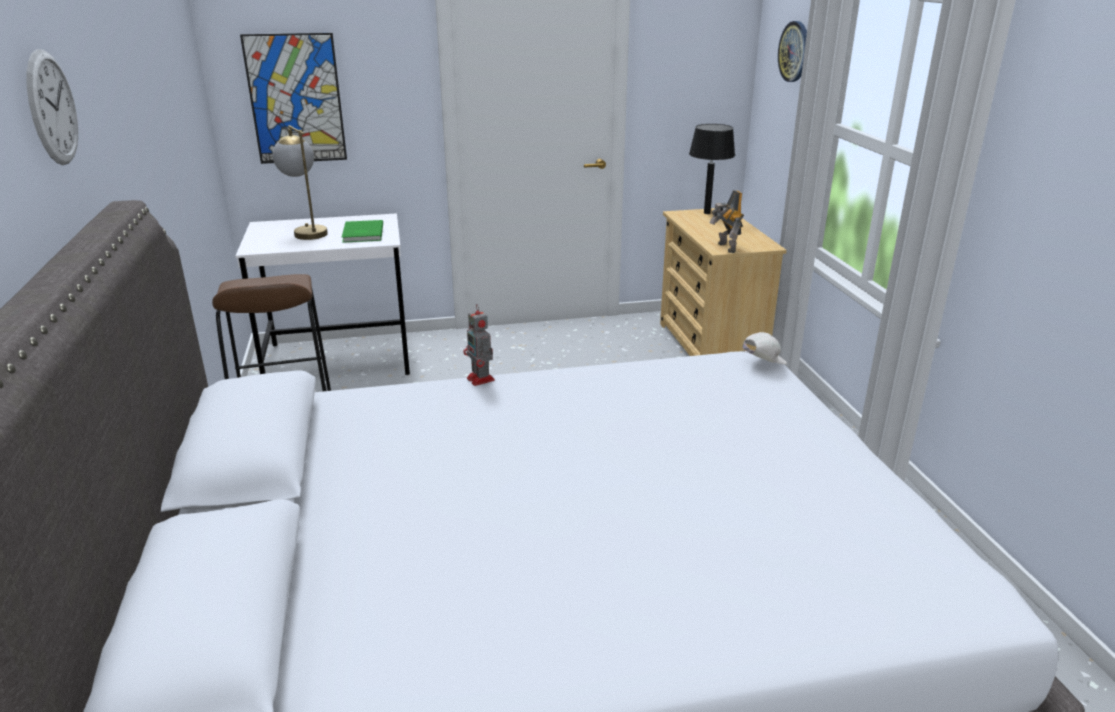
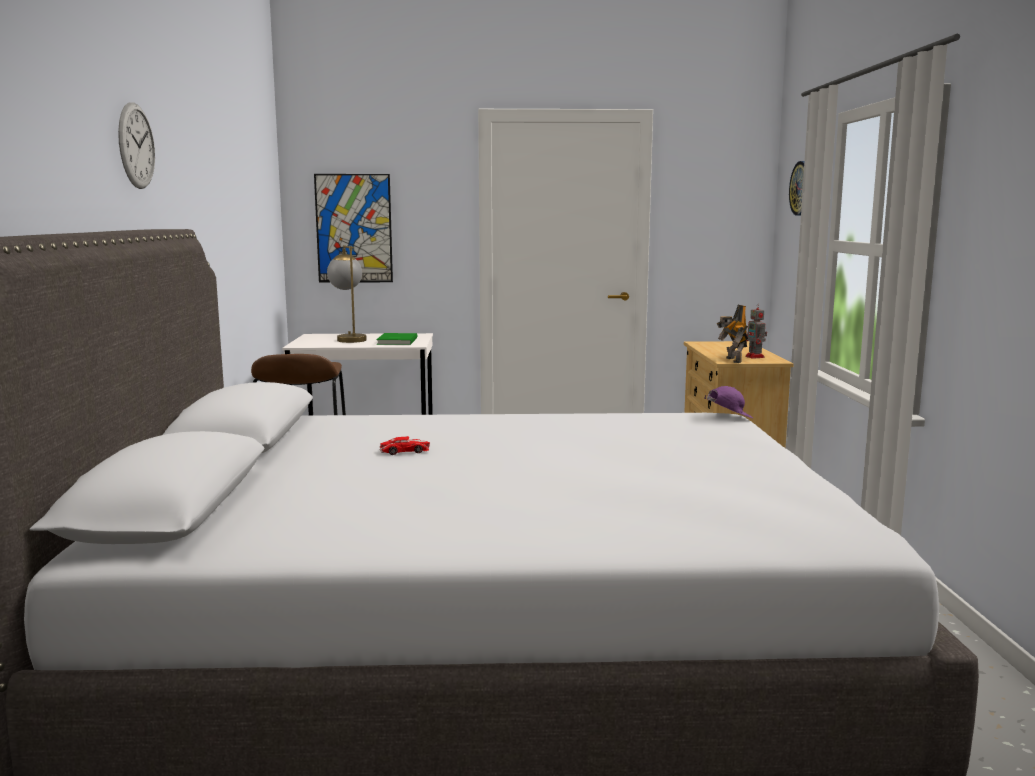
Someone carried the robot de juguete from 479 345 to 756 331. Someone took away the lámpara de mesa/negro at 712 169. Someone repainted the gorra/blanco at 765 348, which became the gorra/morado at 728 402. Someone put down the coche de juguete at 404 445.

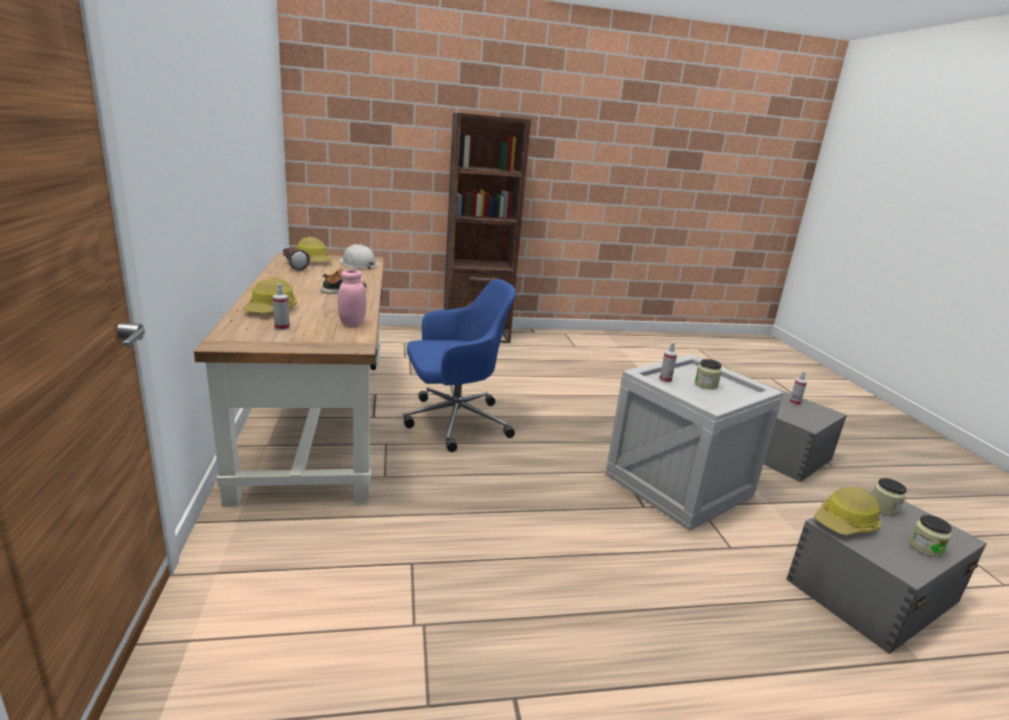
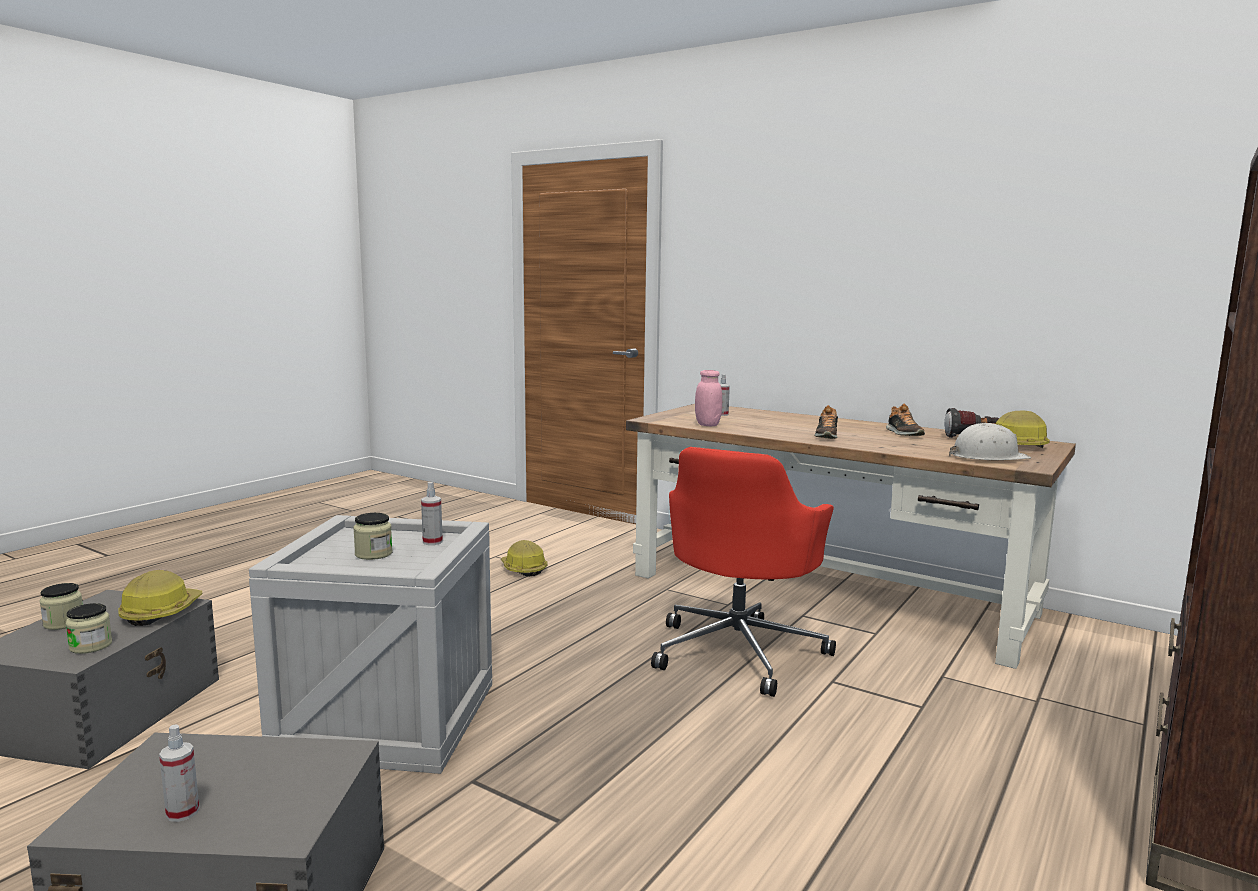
Someone carried the casco from 270 295 to 524 558. Someone repainted the silla de oficina/azul at 459 365, which became the silla de oficina/rojo at 743 572. Someone put down the zapato at 905 420.

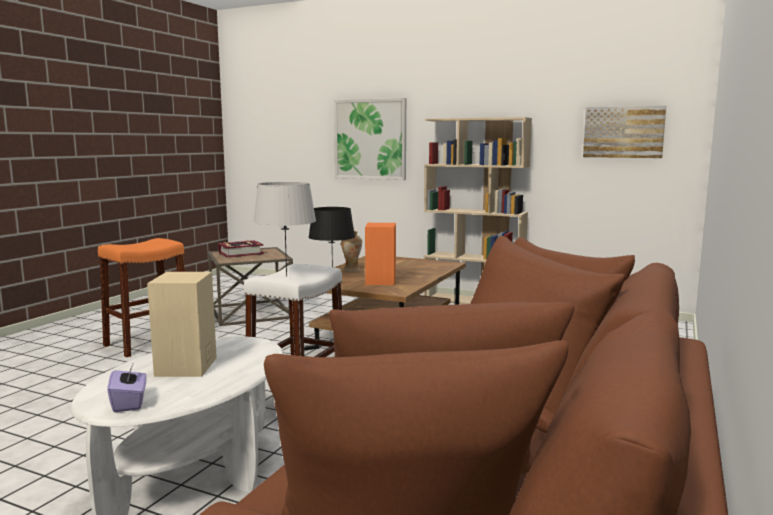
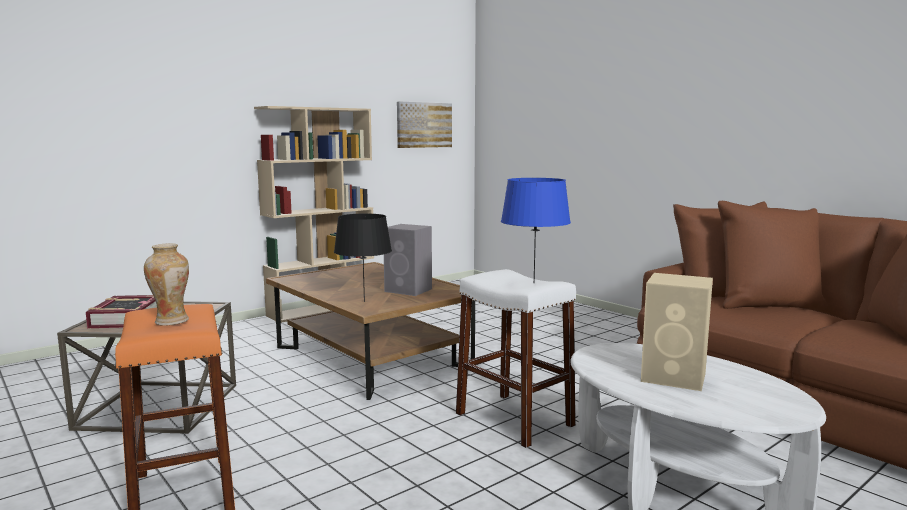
Someone took away the caja de pañuelos/morado at 127 387. Someone repainted the lámpara de mesa/gris at 284 229, which became the lámpara de mesa/azul at 536 230. Someone took away the cuadro at 370 139. Someone carried the florero from 351 250 to 166 284. Someone repainted the altavoz/naranja at 380 254, which became the altavoz/gris at 408 260.

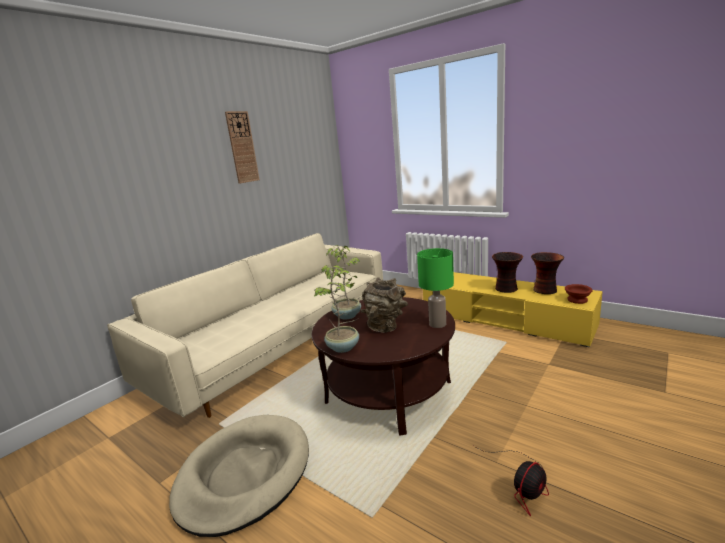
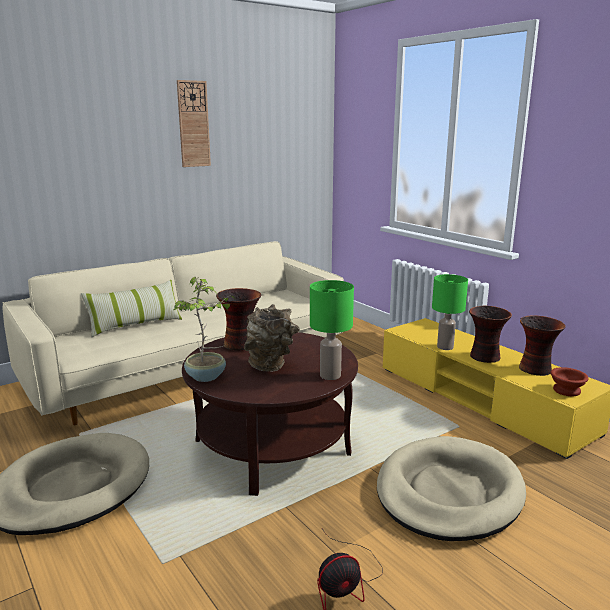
Someone swapped the planta en maceta at 341 282 for the florero at 238 319. Someone put down the cojín at 131 308. Someone put down the cama para perro/beis at 451 488. Someone put down the lámpara de mesa/verde at 450 312.

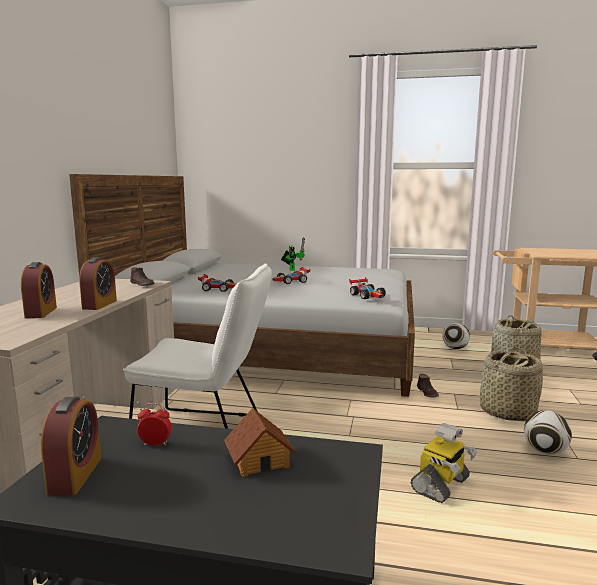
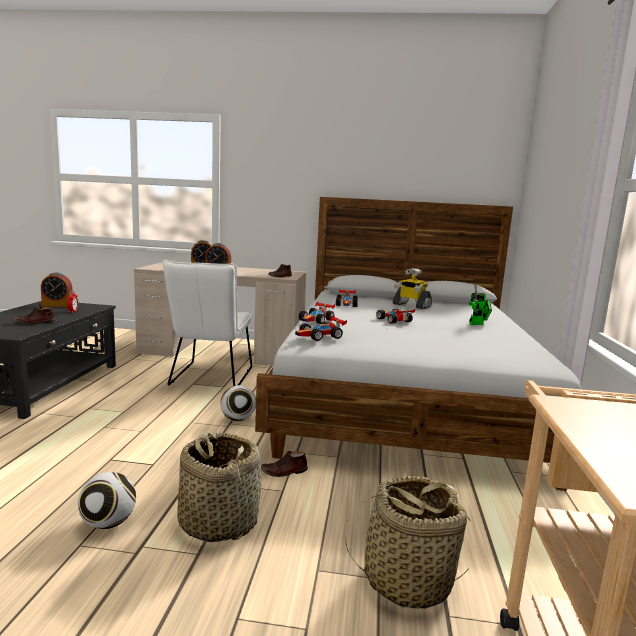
Someone swapped the casita at 260 442 for the zapato/marrón at 34 315. Someone carried the robot de juguete from 444 463 to 412 288. Someone carried the balón de fútbol from 456 336 to 238 403. Someone put down the coche de juguete at 317 313.

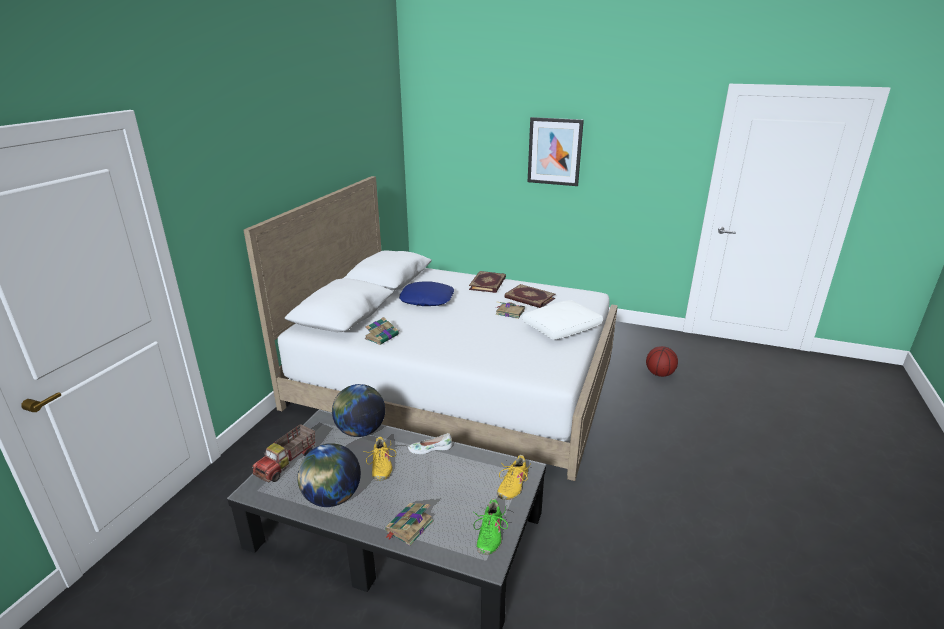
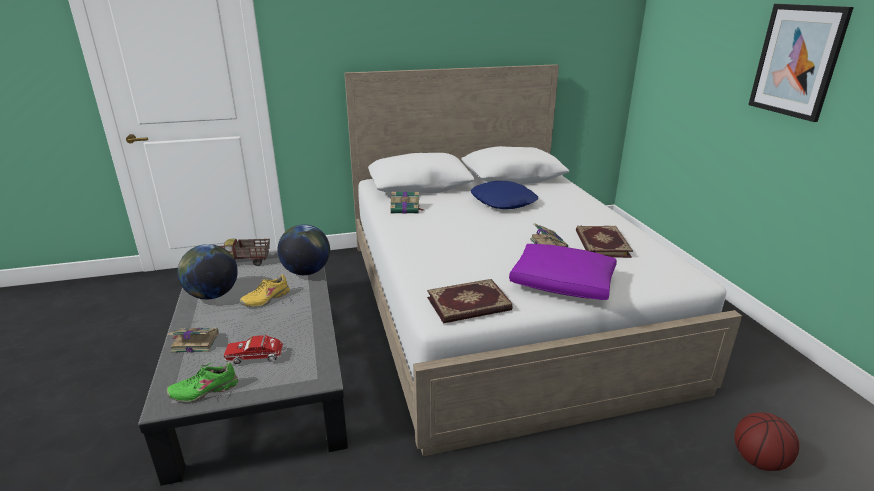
Someone took away the zapato/blanco at 430 443. Someone carried the libro from 487 282 to 470 301. Someone took away the zapato/amarillo at 513 477. Someone repainted the cojín/blanco at 562 320, which became the cojín/morado at 563 272. Someone put down the camión de juguete at 256 349.

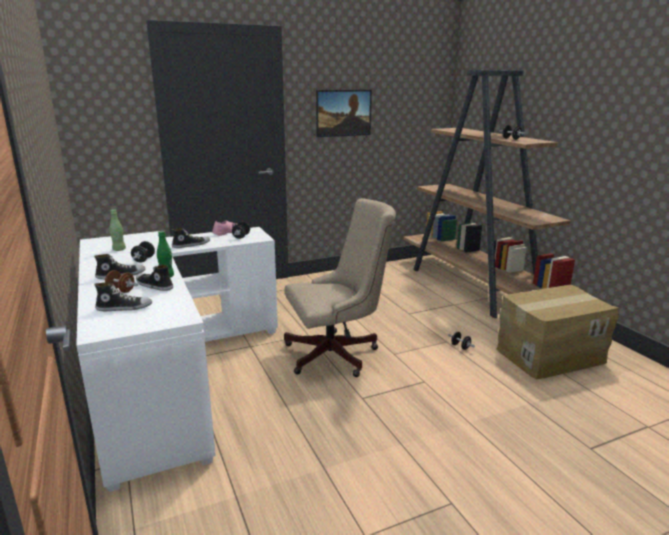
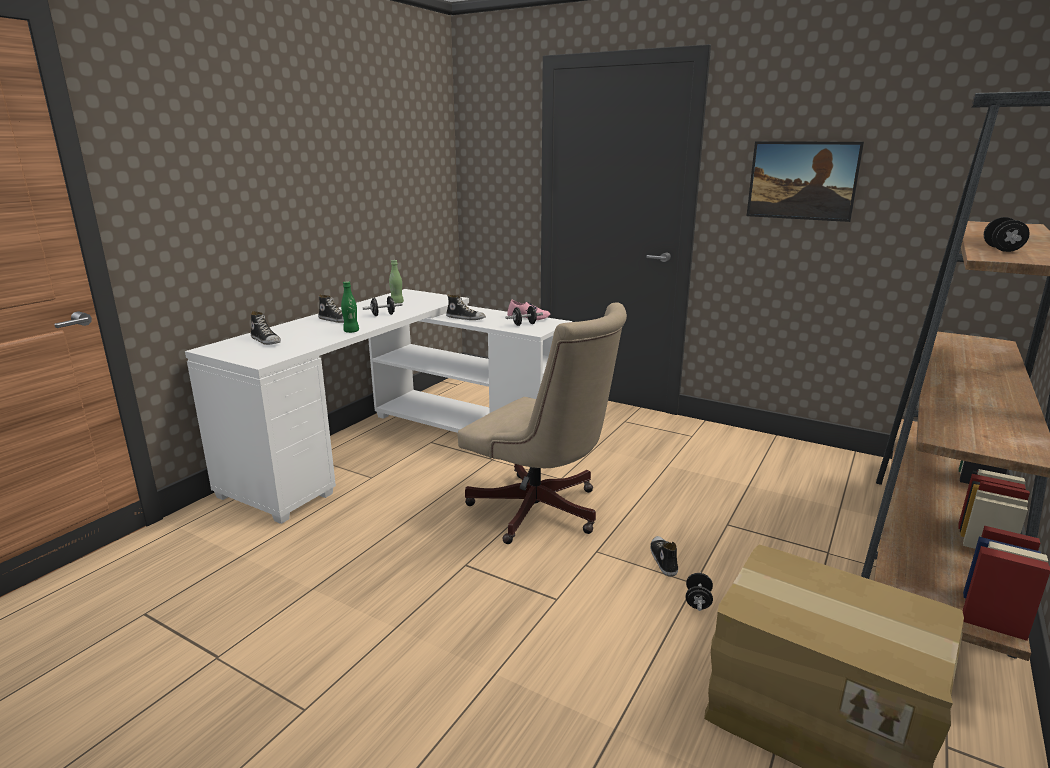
Someone took away the mancuerna/marrón at 120 281. Someone carried the zapato from 154 277 to 664 556.

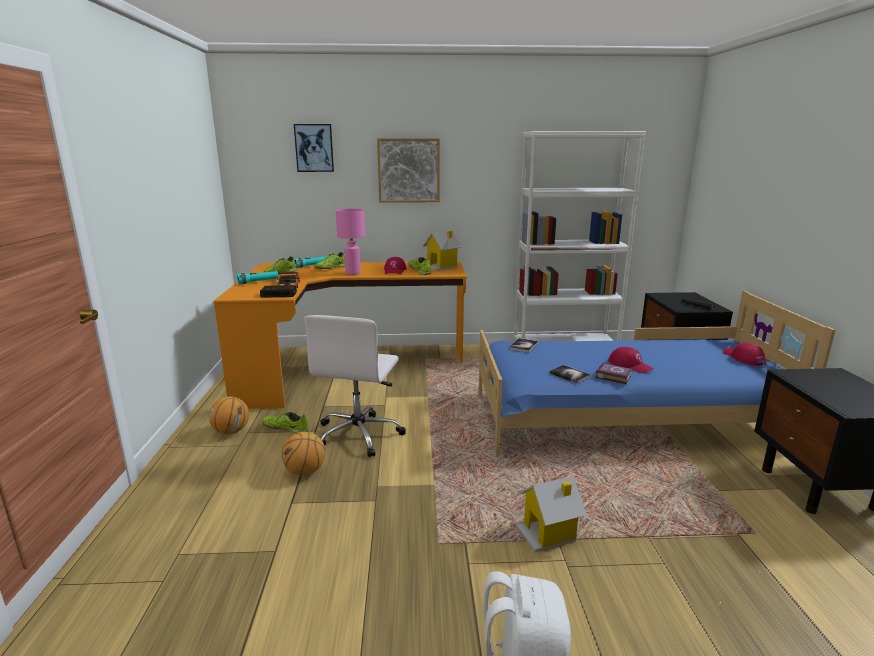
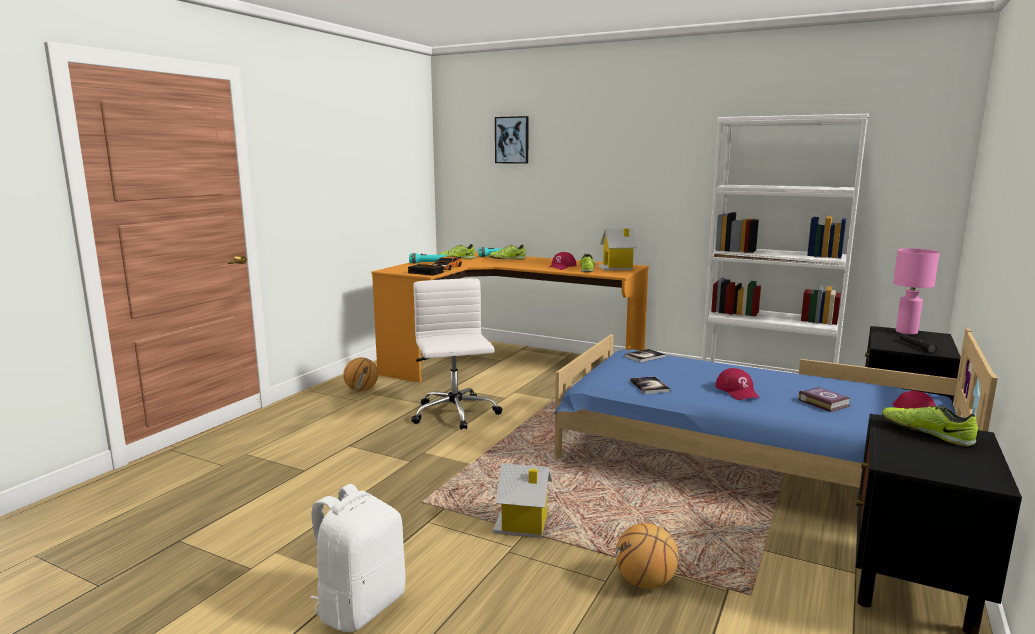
Someone carried the zapato from 285 422 to 930 426. Someone carried the balón de baloncesto from 303 453 to 647 556. Someone rotated the silla de oficina/blanco at 355 386 by 120 degrees clockwise. Someone carried the lámpara de mesa/rosa from 350 242 to 916 291. Someone took away the cuadro at 408 170. Someone carried the libro from 613 373 to 824 399.

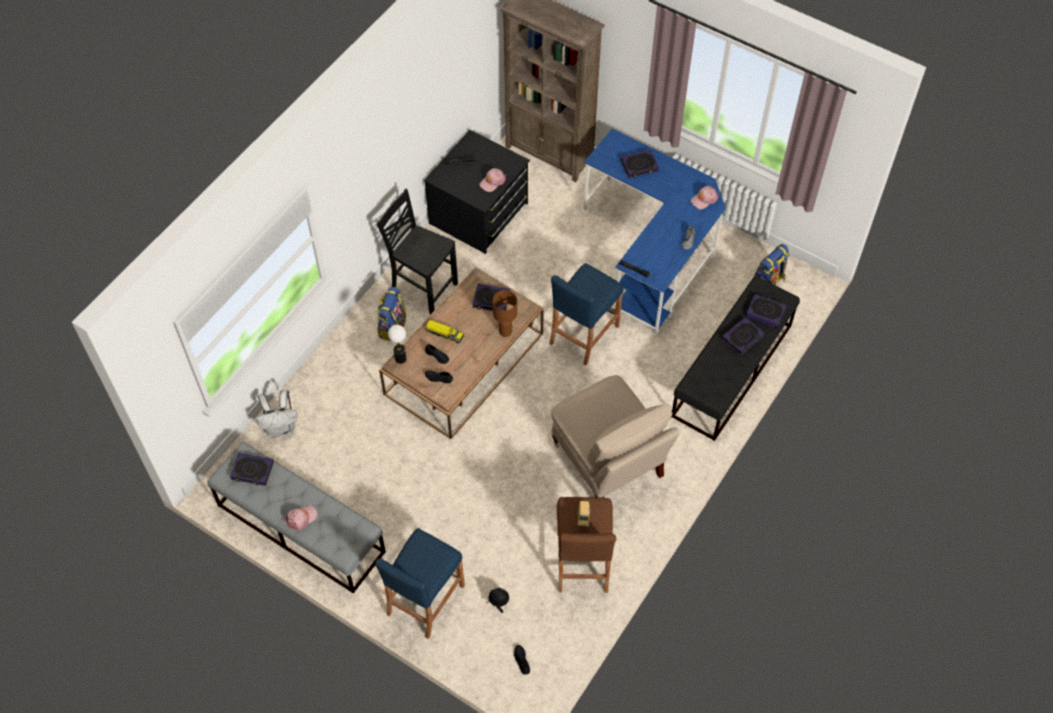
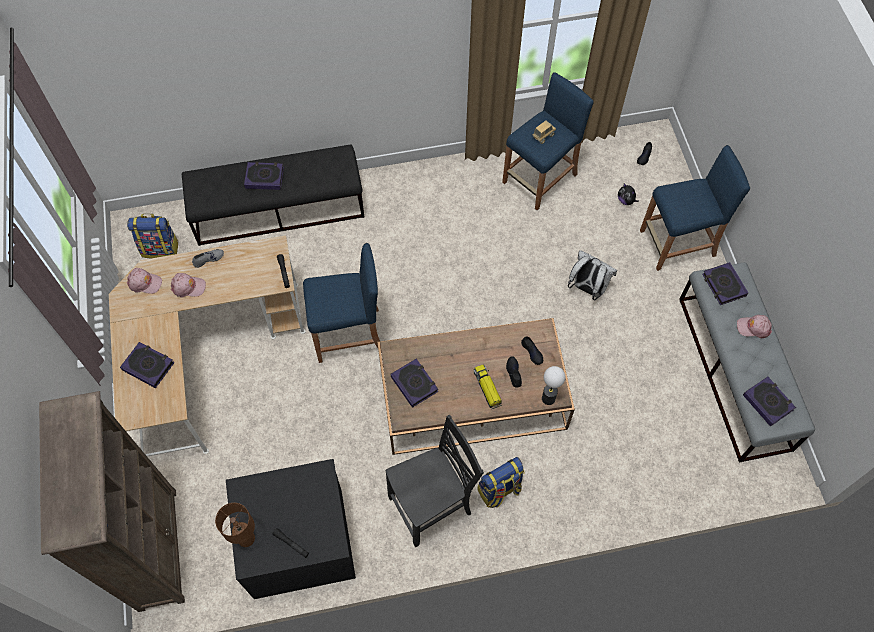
Someone carried the mochila/blanco from 277 412 to 592 275. Someone rotated the silla/negro at 417 251 by 105 degrees counterclockwise. Someone carried the gorra/rosa from 492 180 to 188 285. Someone carried the lámpara de mesa/marrón from 505 313 to 235 525. Someone took away the silla/beis at 615 436. Someone repainted the taburete/marrón at 586 545, which became the taburete/azul at 548 141. Someone repainted the escritorio/azul at 654 233, which became the escritorio/beis at 207 346. Someone carried the libro from 766 311 to 725 283.

